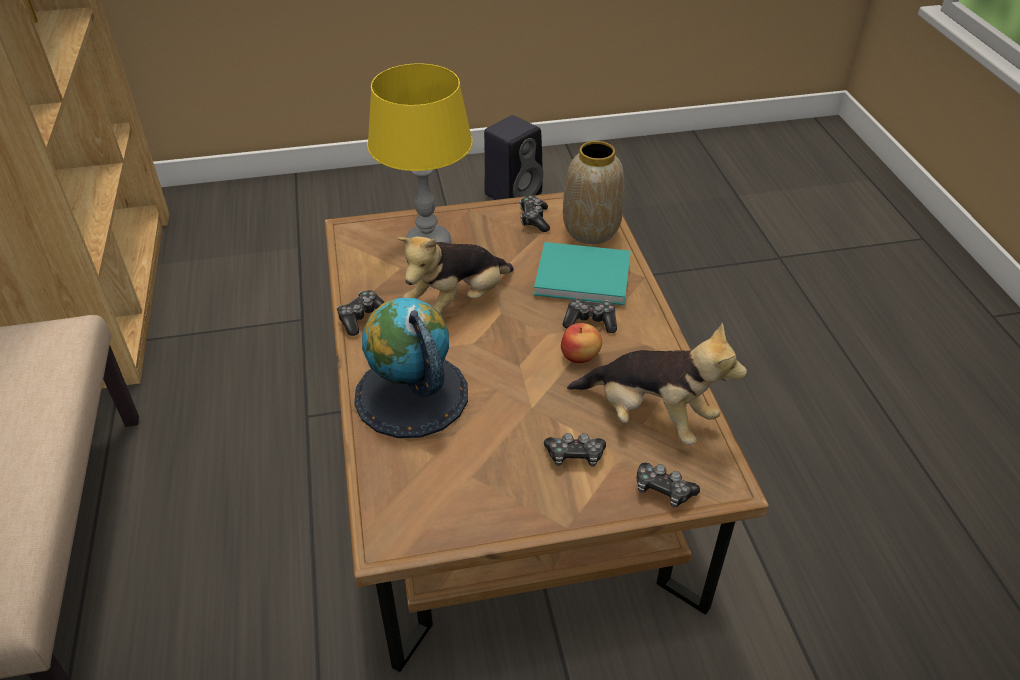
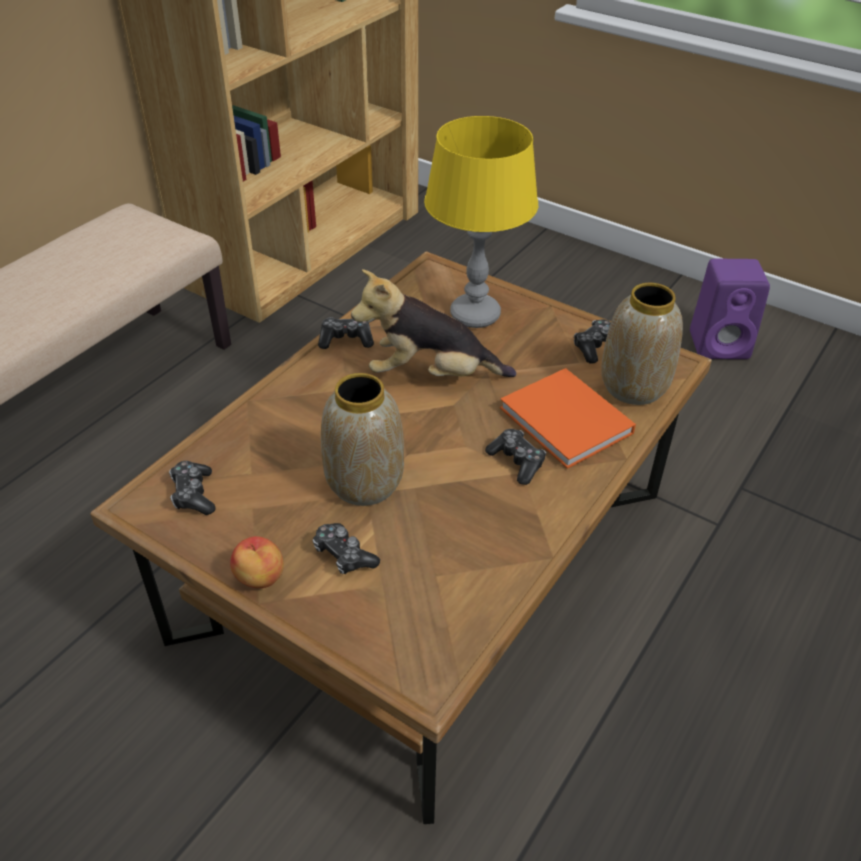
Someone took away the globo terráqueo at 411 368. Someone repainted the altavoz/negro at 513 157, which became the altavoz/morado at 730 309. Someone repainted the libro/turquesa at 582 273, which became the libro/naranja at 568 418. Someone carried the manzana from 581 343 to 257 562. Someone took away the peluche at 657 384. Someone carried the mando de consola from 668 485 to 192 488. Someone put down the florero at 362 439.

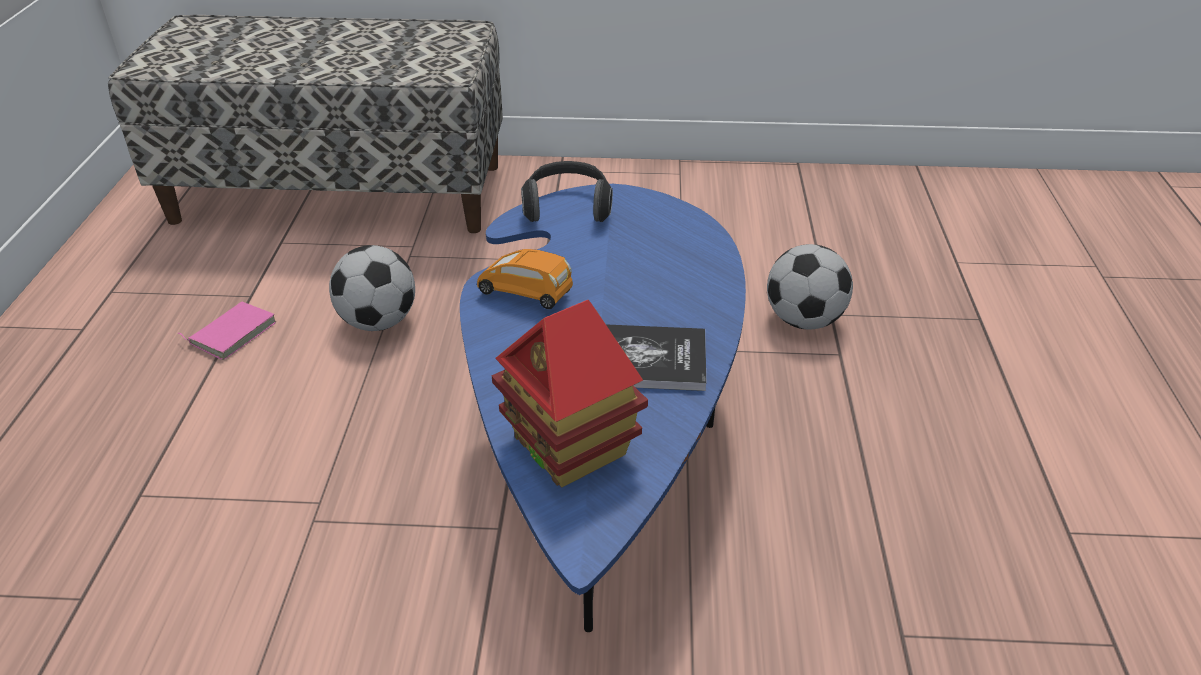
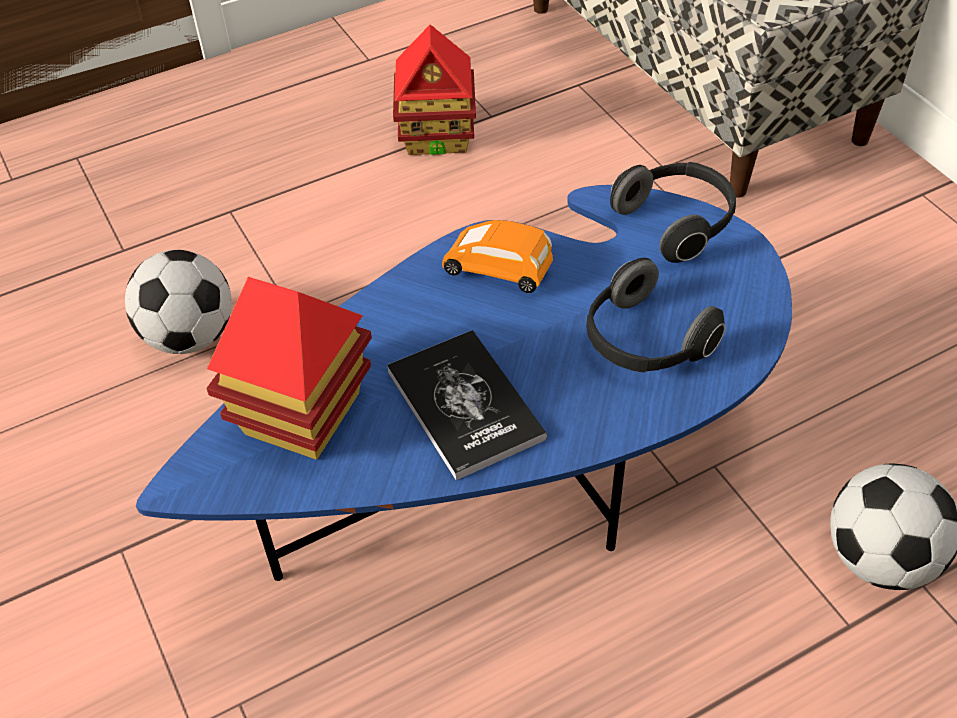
Someone swapped the libro/rosa at 226 331 for the casita at 434 90. Someone carried the balón de fútbol from 372 288 to 178 302. Someone rotated the coche de juguete/naranja at 525 279 by 60 degrees counterclockwise. Someone put down the auriculares at 656 315.

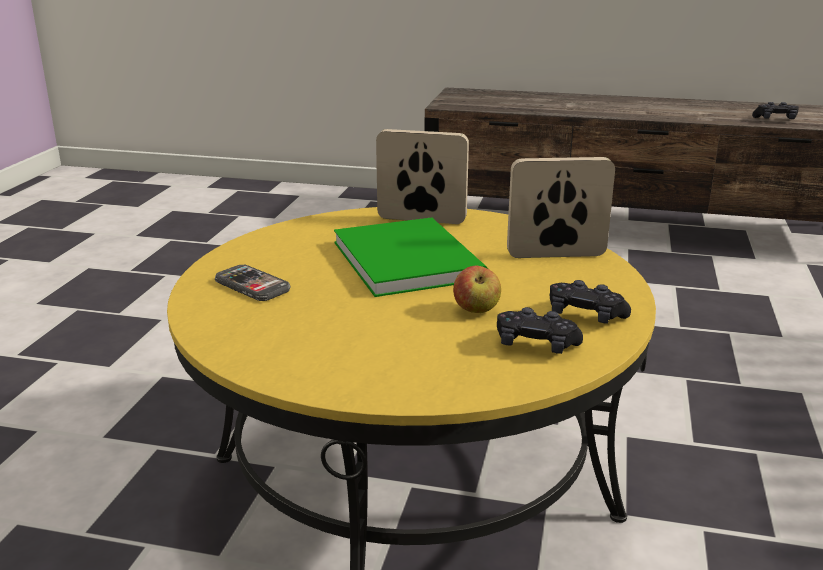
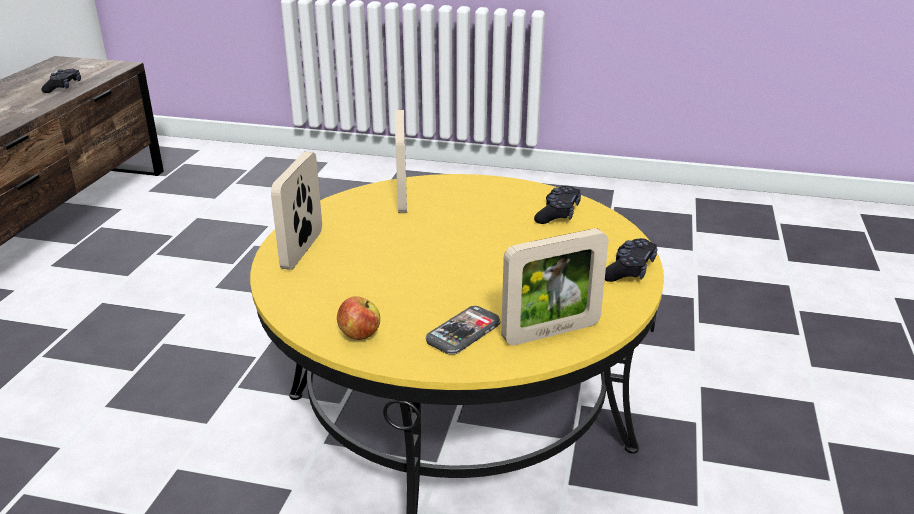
Someone took away the libro/verde at 411 257. Someone carried the manzana from 477 289 to 358 318. Someone carried the mando de consola/negro from 590 302 to 631 260. Someone put down the portarretratos at 555 286.

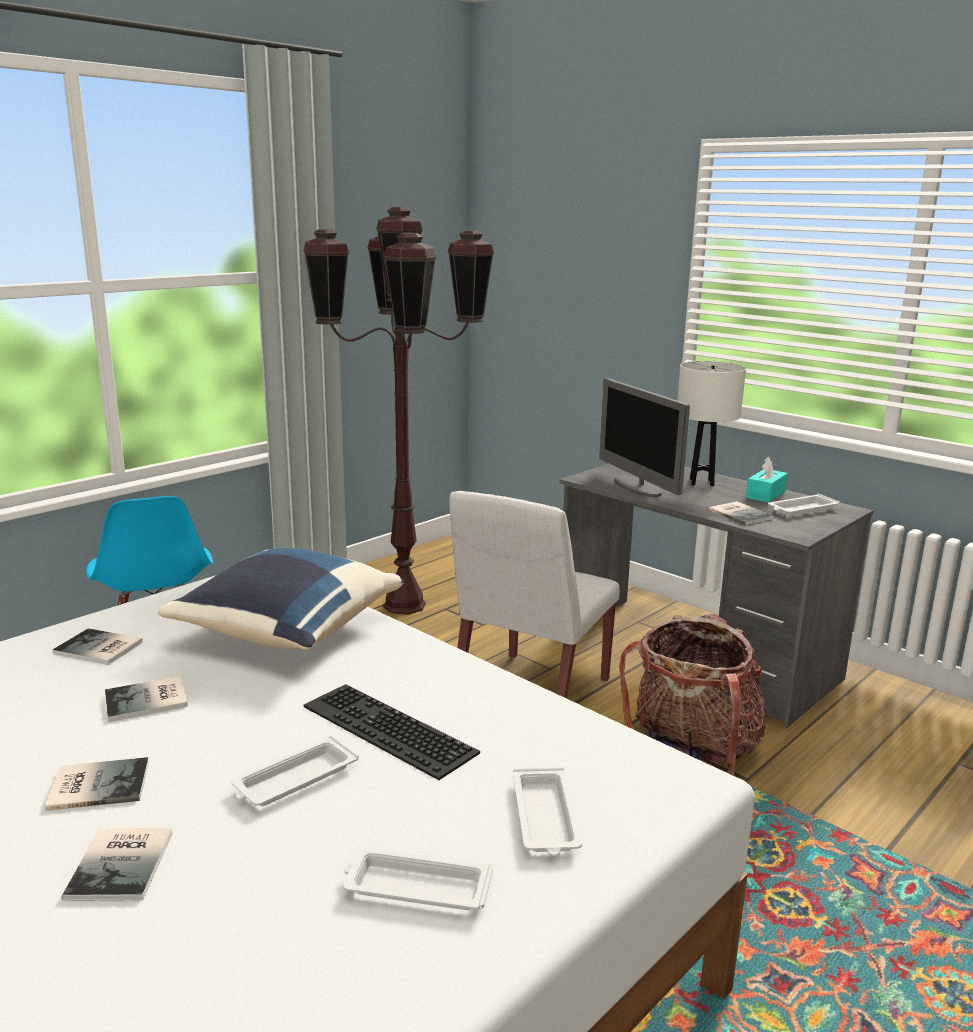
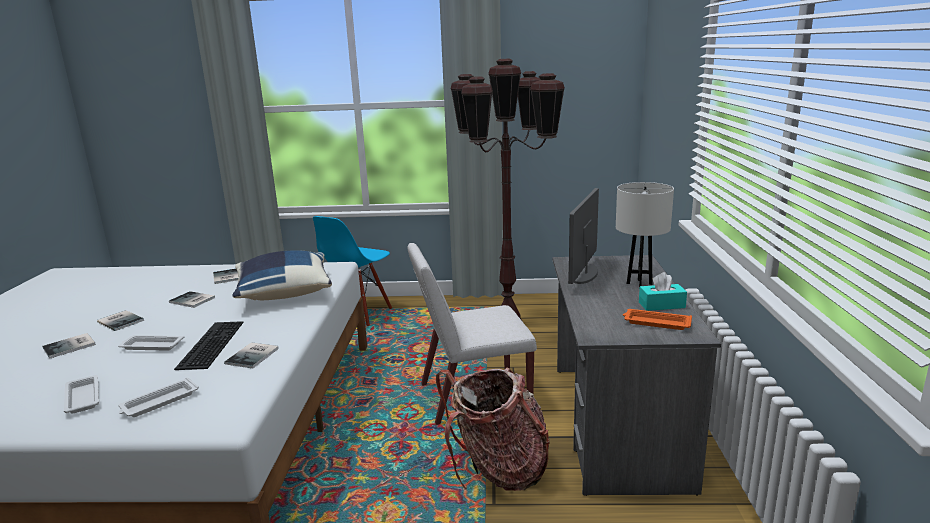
Someone carried the libro from 741 513 to 251 355. Someone repainted the bandeja/blanco at 804 505, which became the bandeja/naranja at 657 319.

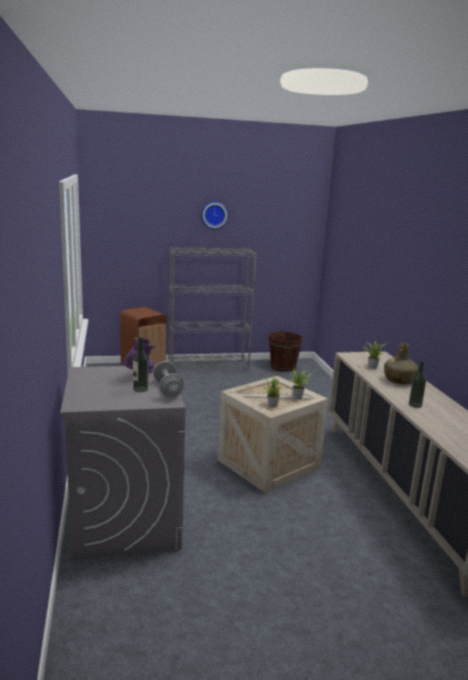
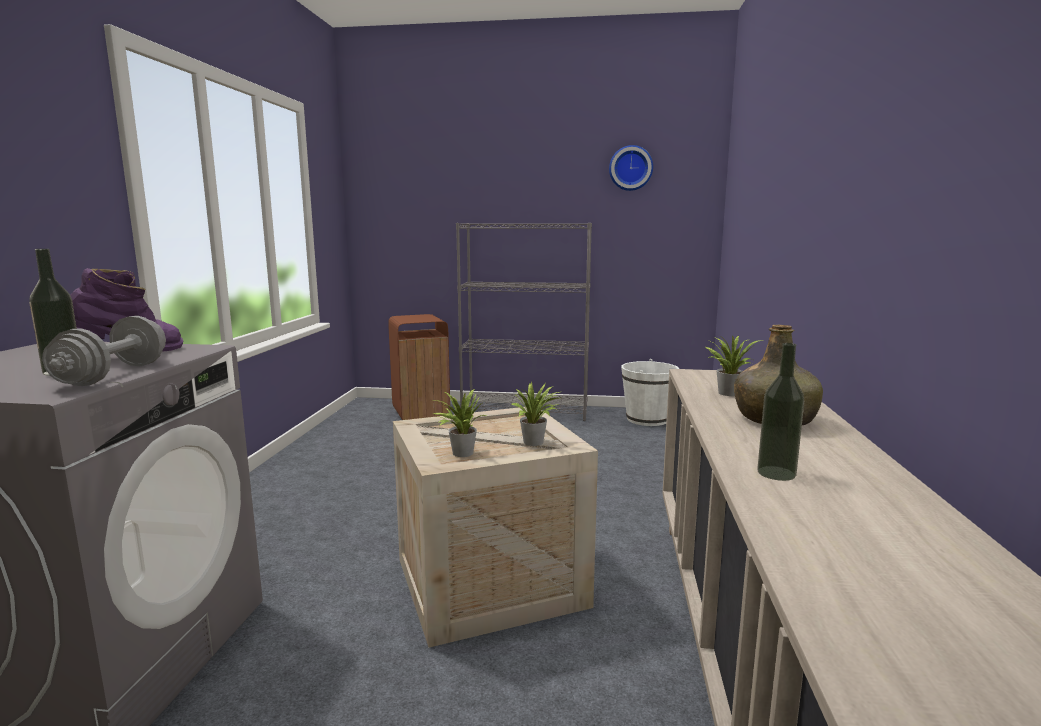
Someone carried the reloj de pared from 214 215 to 631 168. Someone repainted the cubo/marrón at 286 351, which became the cubo/blanco at 650 392.

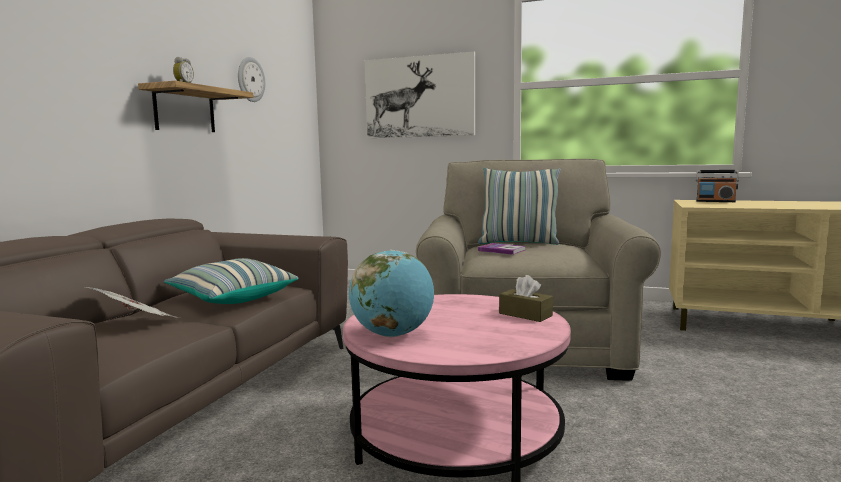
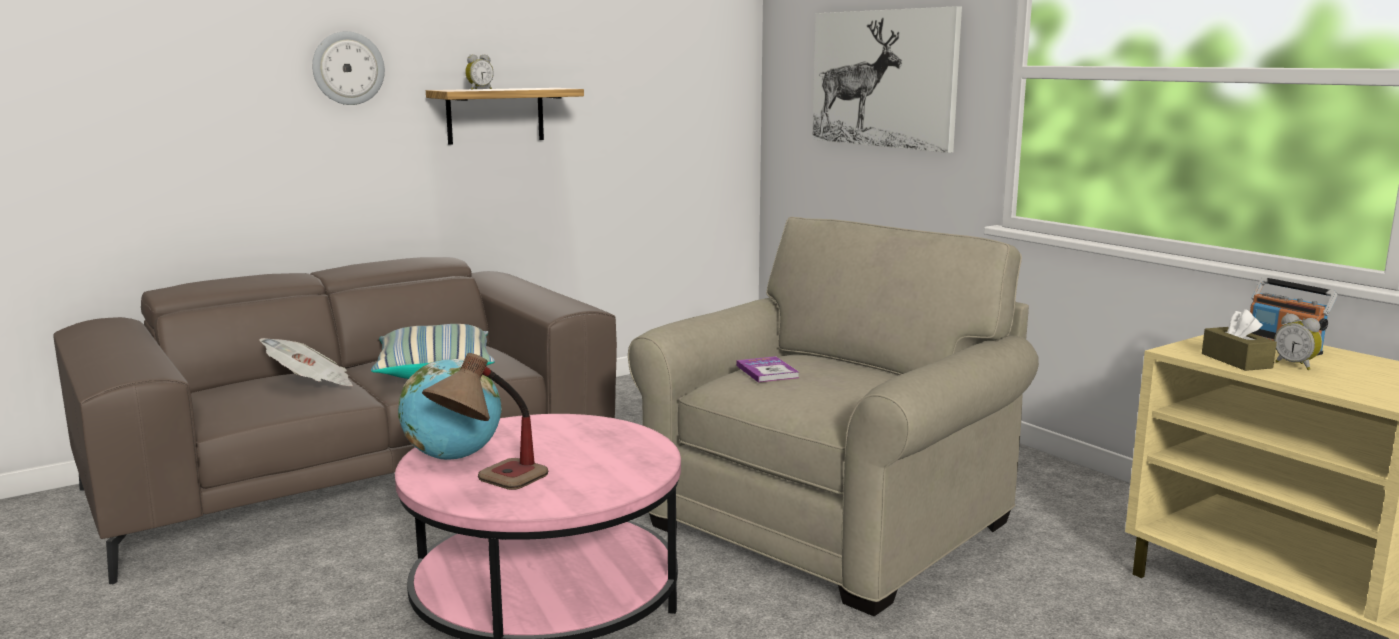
Someone carried the reloj de pared from 251 79 to 348 68. Someone took away the cojín at 519 206. Someone carried the caja de pañuelos/marrón from 526 298 to 1239 340. Someone put down the lámpara de mesa at 485 421. Someone put down the despertador at 1298 341.

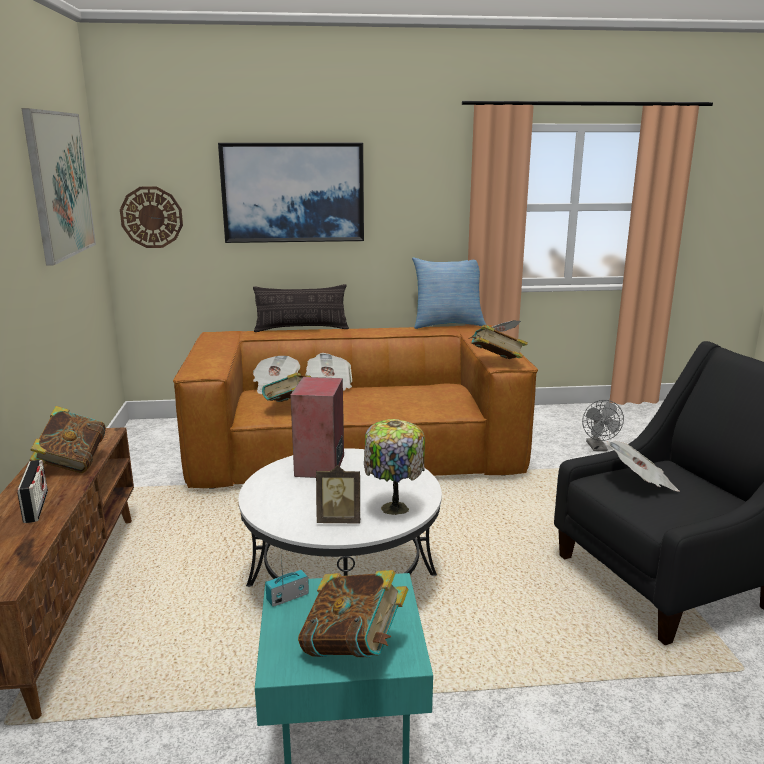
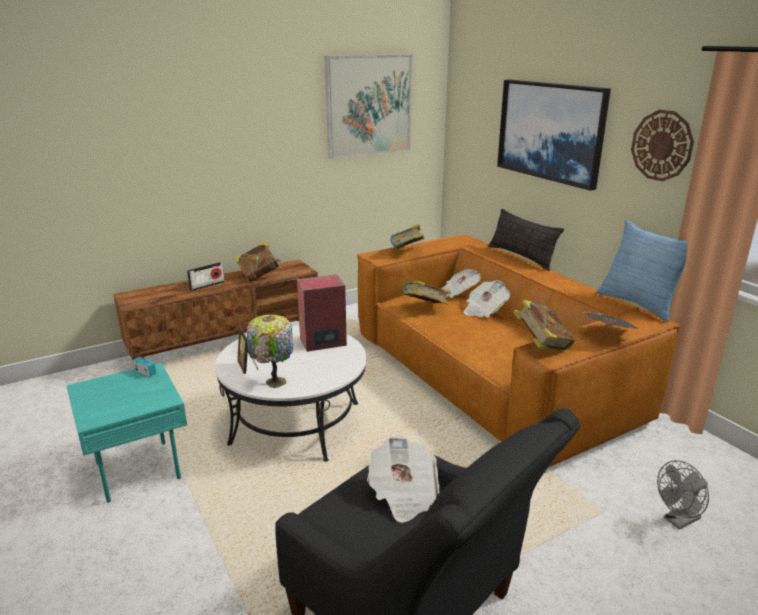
Someone carried the reloj de pared from 151 217 to 662 145. Someone carried the libro from 353 613 to 407 236.

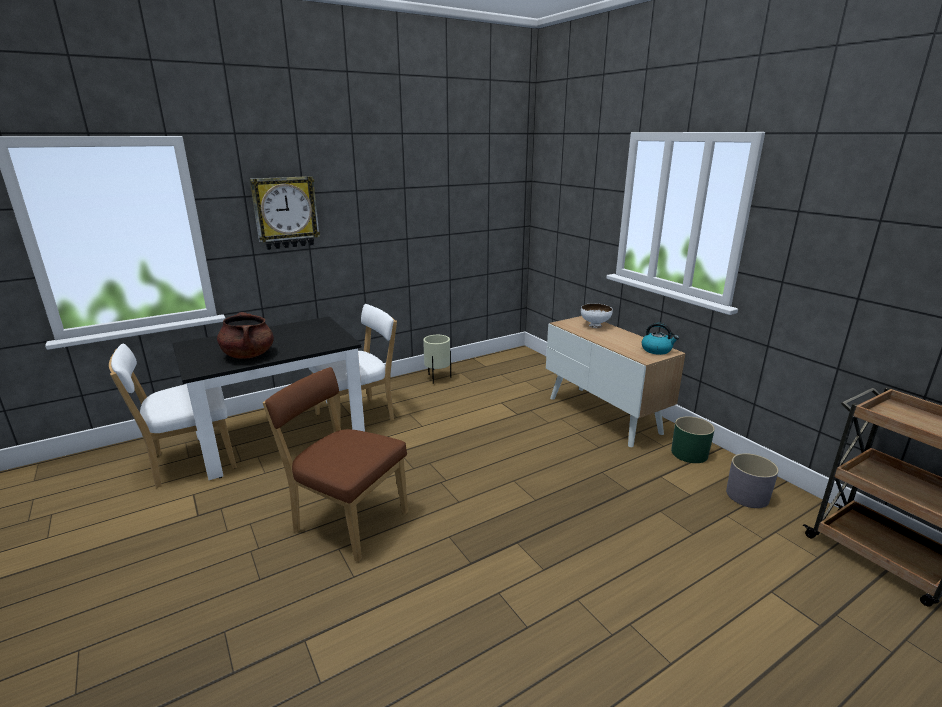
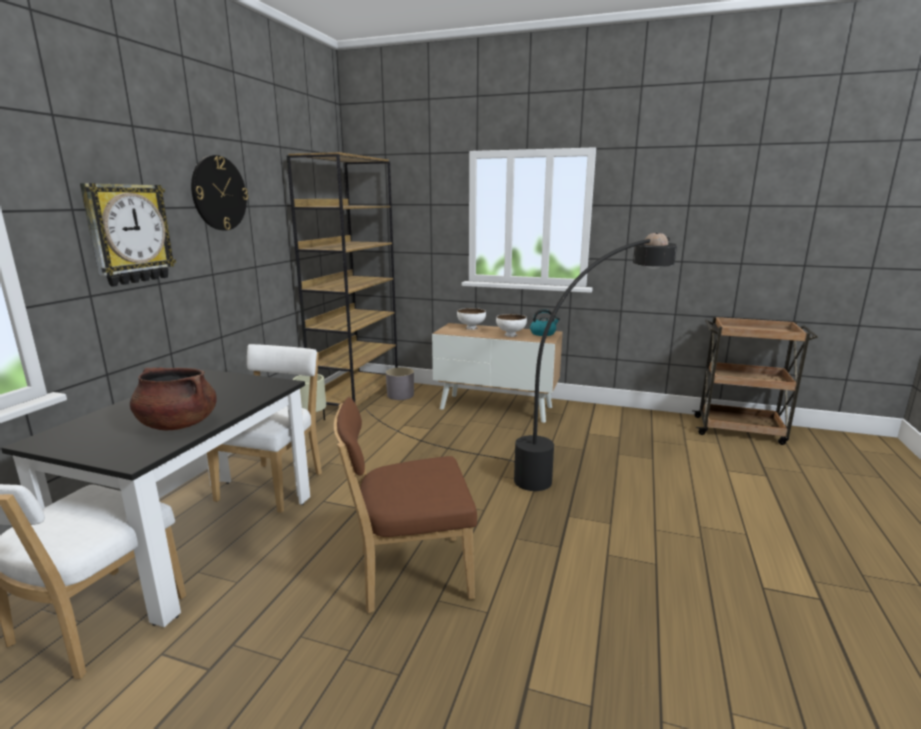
Someone took away the maceta/verde at 693 439. Someone carried the maceta/gris from 752 480 to 400 383. Someone put up the reloj de pared at 219 193. Someone put down the estantería/marrón at 342 279. Someone put down the lámpara de pie/negro at 521 362. Someone put down the cuenco/blanco at 511 325.

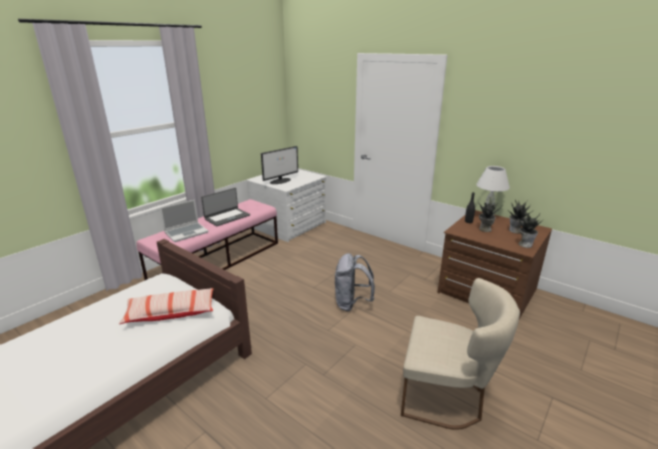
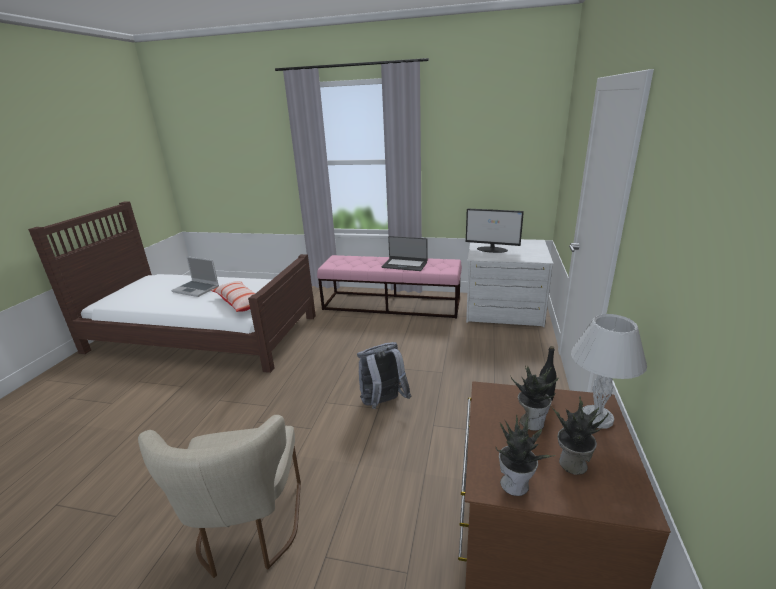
Someone carried the portátil from 184 221 to 195 276.

